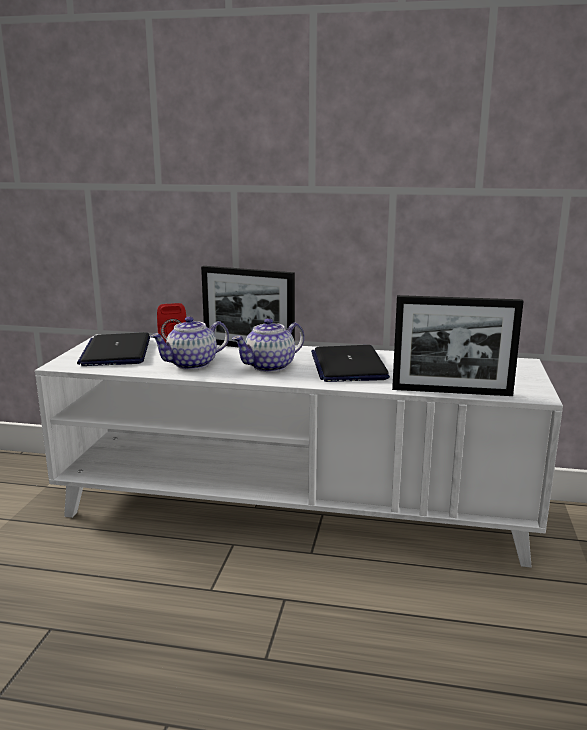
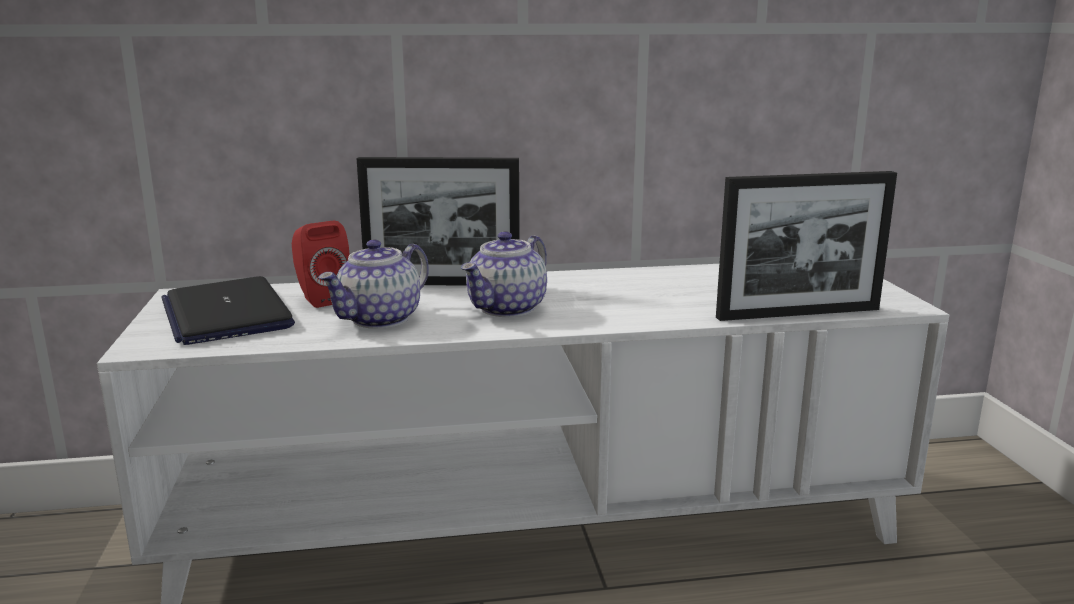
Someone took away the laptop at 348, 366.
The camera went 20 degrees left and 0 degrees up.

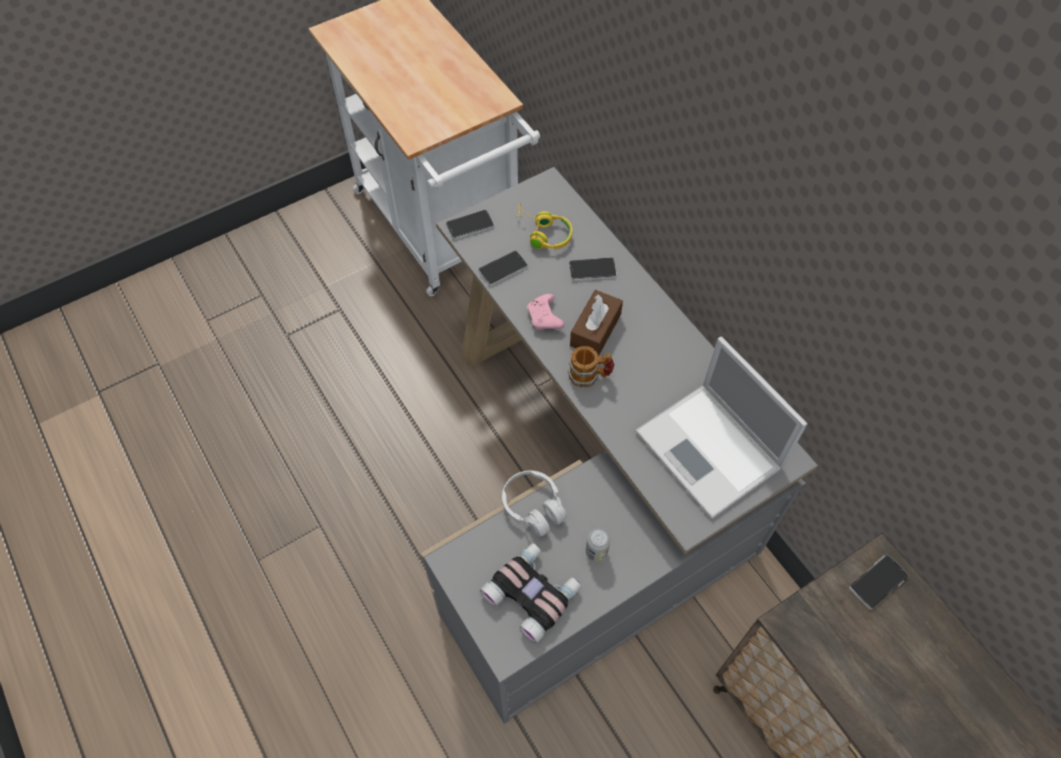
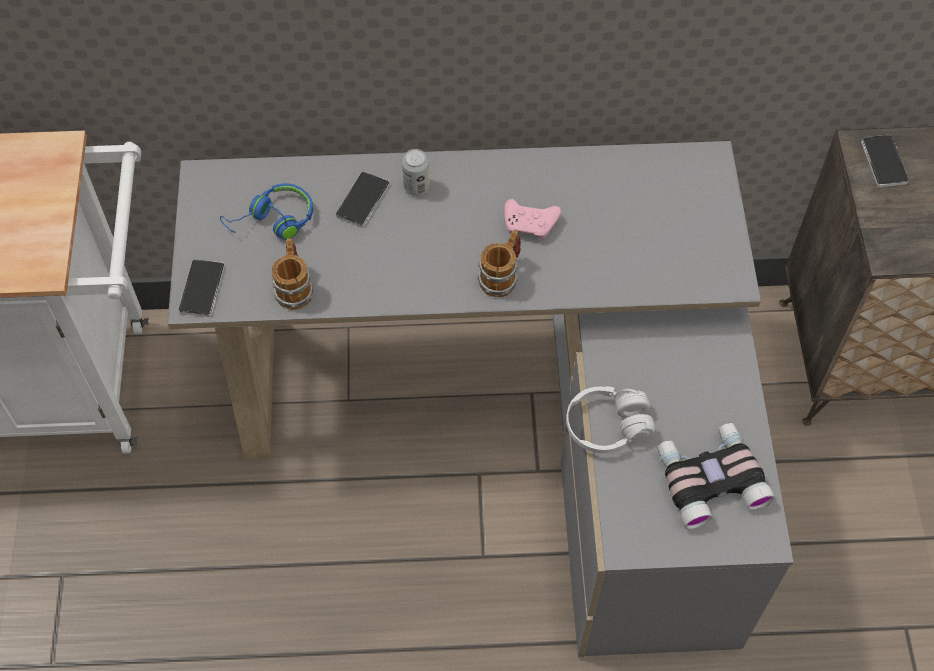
Someone swapped the telephone at 503, 269 for the tea mug at 294, 287.
Someone repainted the yellow headphones at 543, 233, which became the blue headphones at 273, 221.
Someone carried the pink-coloured gamepad from 545, 318 to 531, 224.
Someone took away the brown tissue holder at 595, 330.
Someone carried the sealed can from 596, 552 to 416, 187.
Someone took away the laptop at 711, 451.
The camera went 60 degrees left and 0 degrees up.

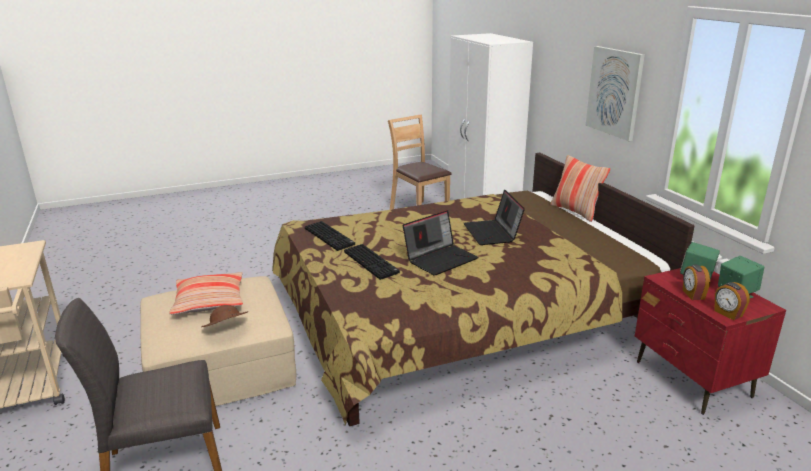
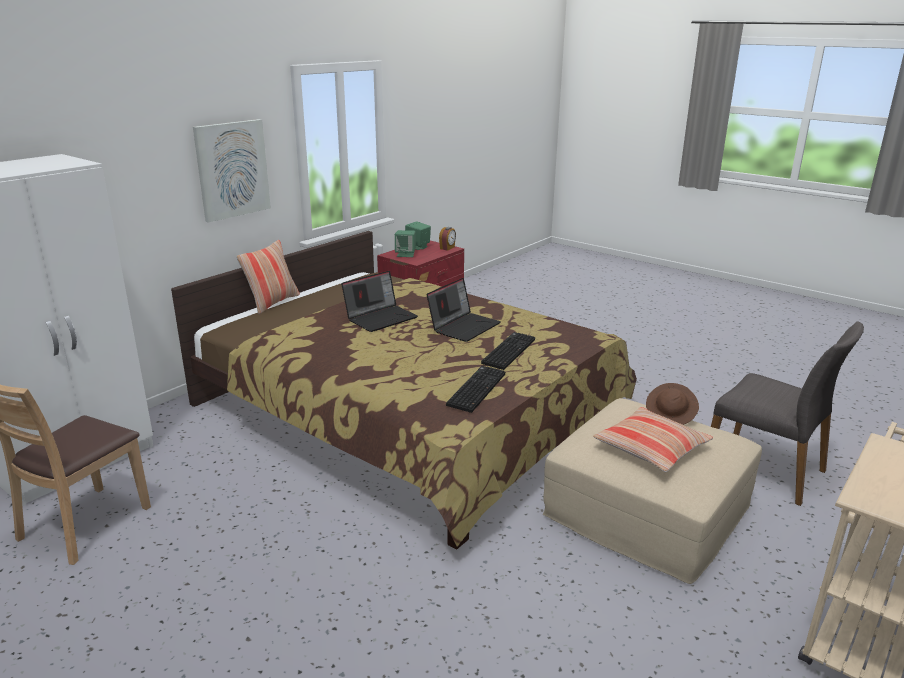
Someone rotated the laptop at 441, 259 by 105 degrees clockwise.
Someone took away the bedside clock at 692, 294.
The camera went 120 degrees left and 0 degrees up.

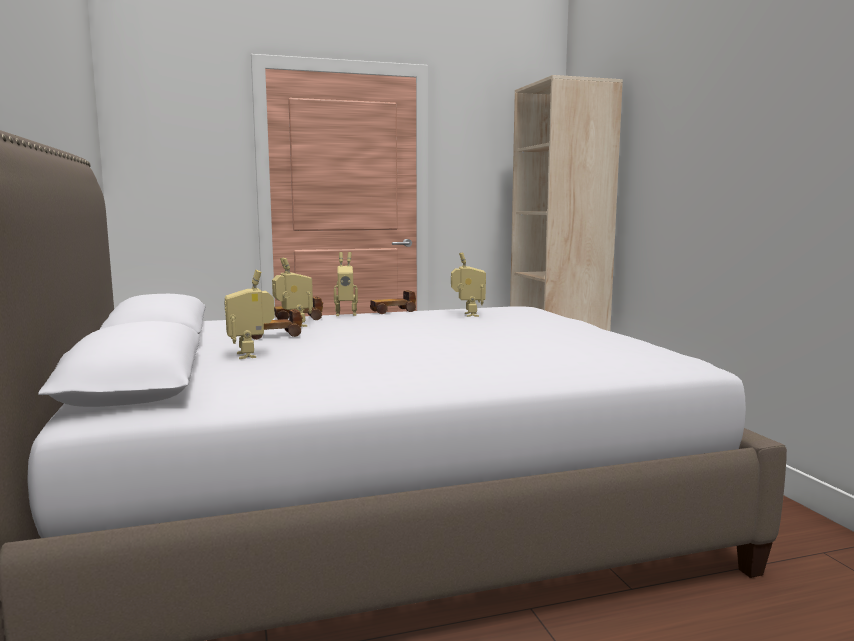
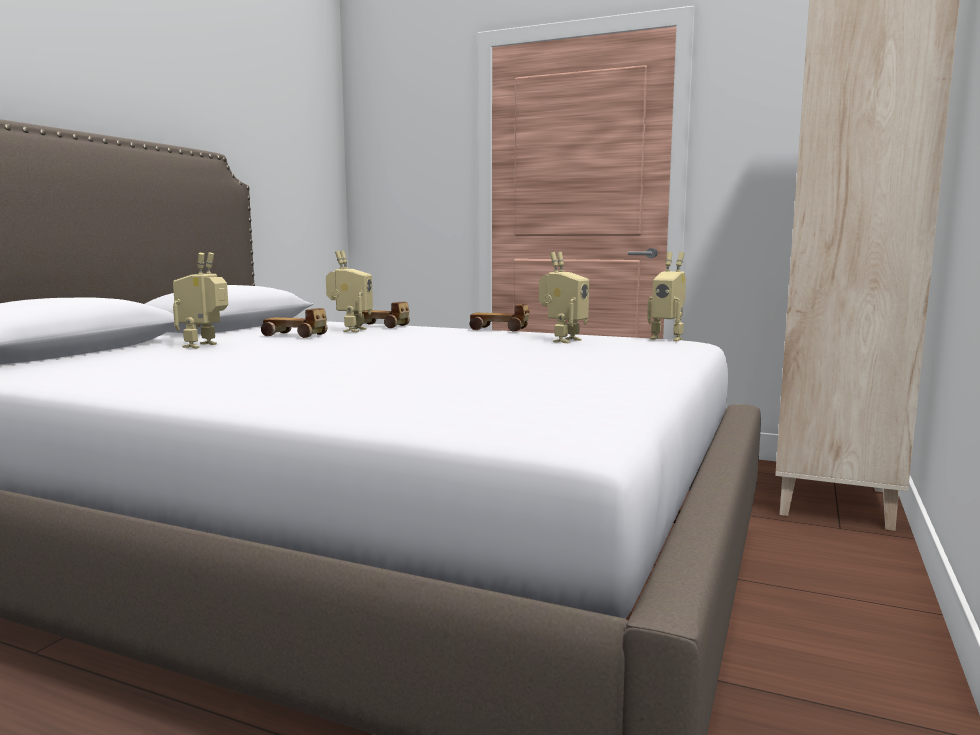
Someone carried the toy robot from 346, 314 to 668, 338.
The camera went 40 degrees right and 0 degrees up.

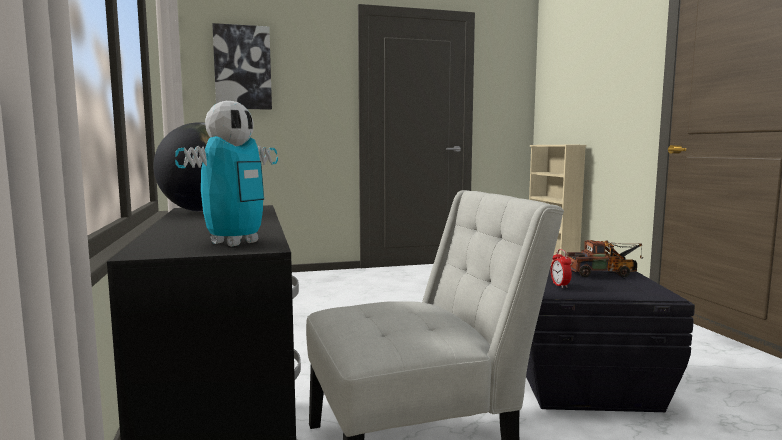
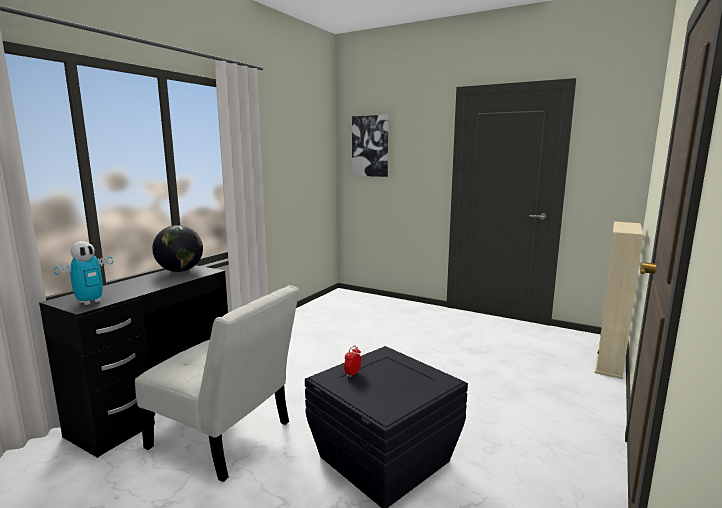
Someone rotated the toy robot at 235, 243 by 45 degrees counterclockwise.
Someone took away the model truck at 605, 273.
The camera went 45 degrees right and 5 degrees up.

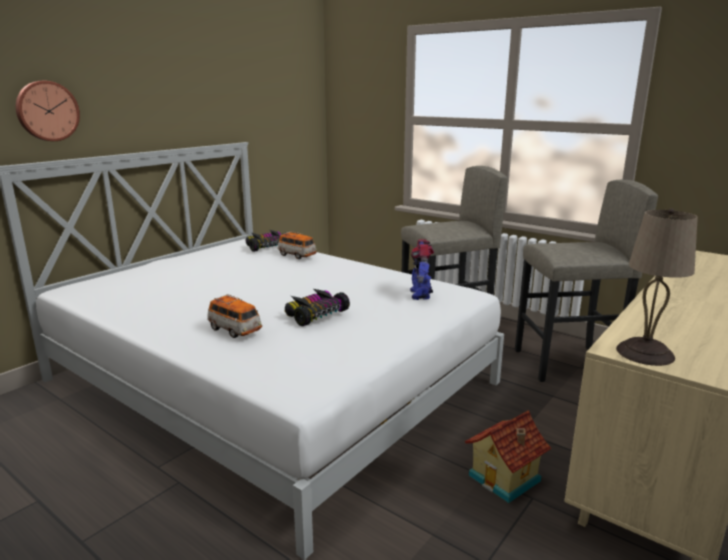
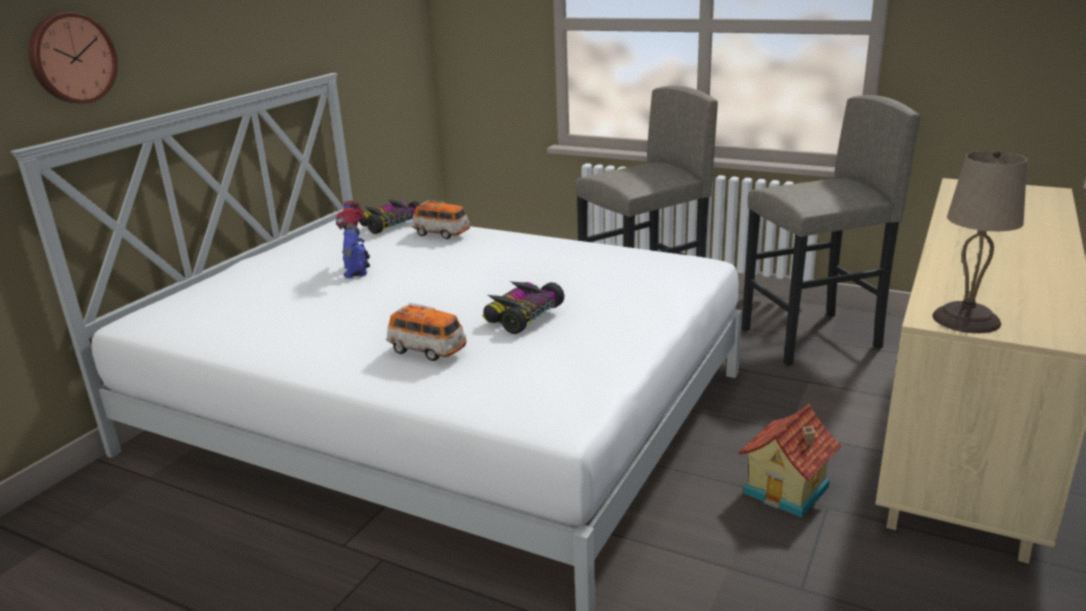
Someone carried the toy robot from 421, 294 to 357, 270.
The camera went 10 degrees left and 5 degrees up.

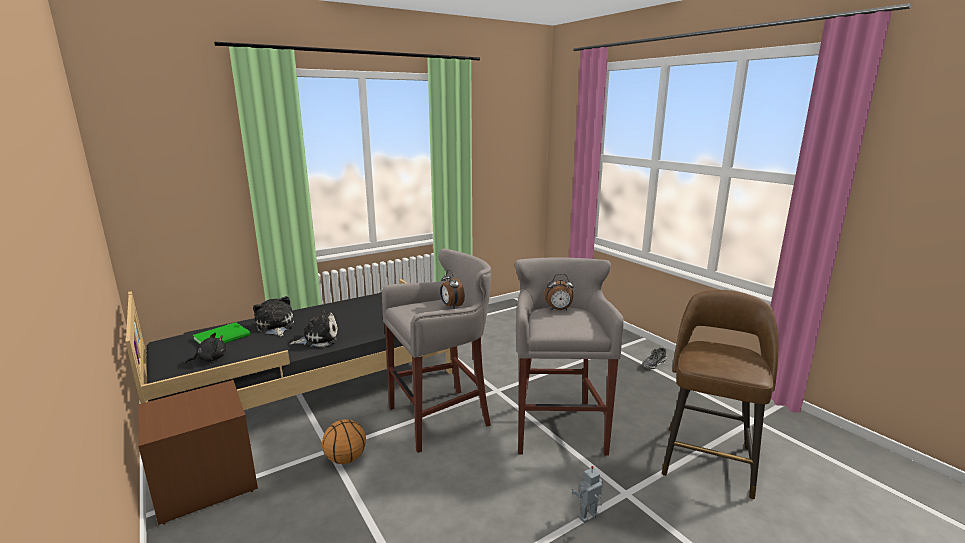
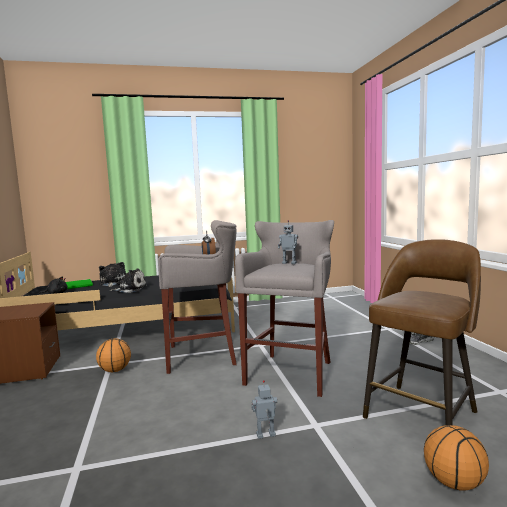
Someone swapped the bedside clock at 558, 310 for the toy robot at 289, 263.
Someone put down the ball for basketball at 454, 483.
The camera went 20 degrees right and 10 degrees down.

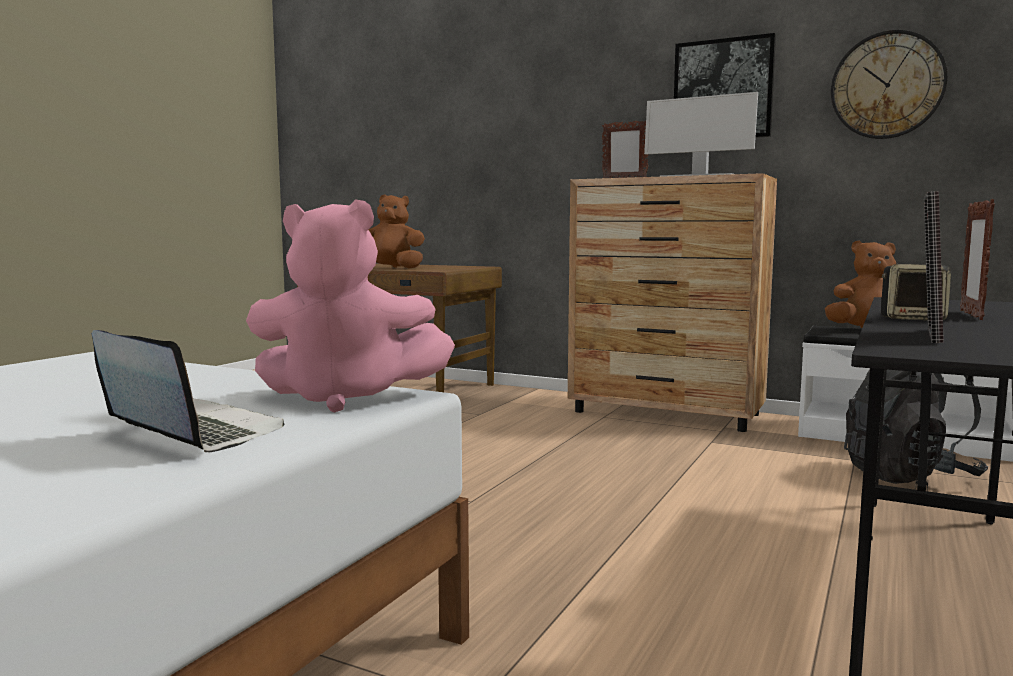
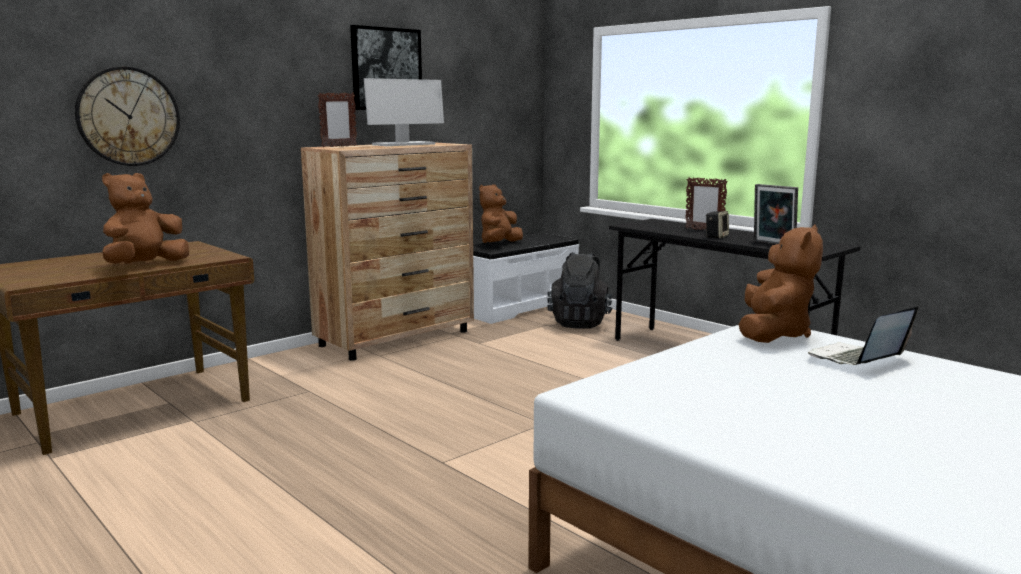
Someone repainted the pink-coloured plush toy at 346, 398, which became the brown plush toy at 773, 334.
Someone carried the clock on the wall from 887, 85 to 128, 116.
The camera went 70 degrees left and 5 degrees up.

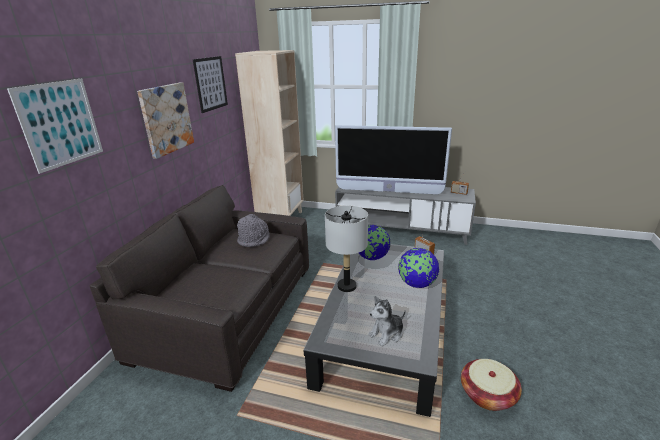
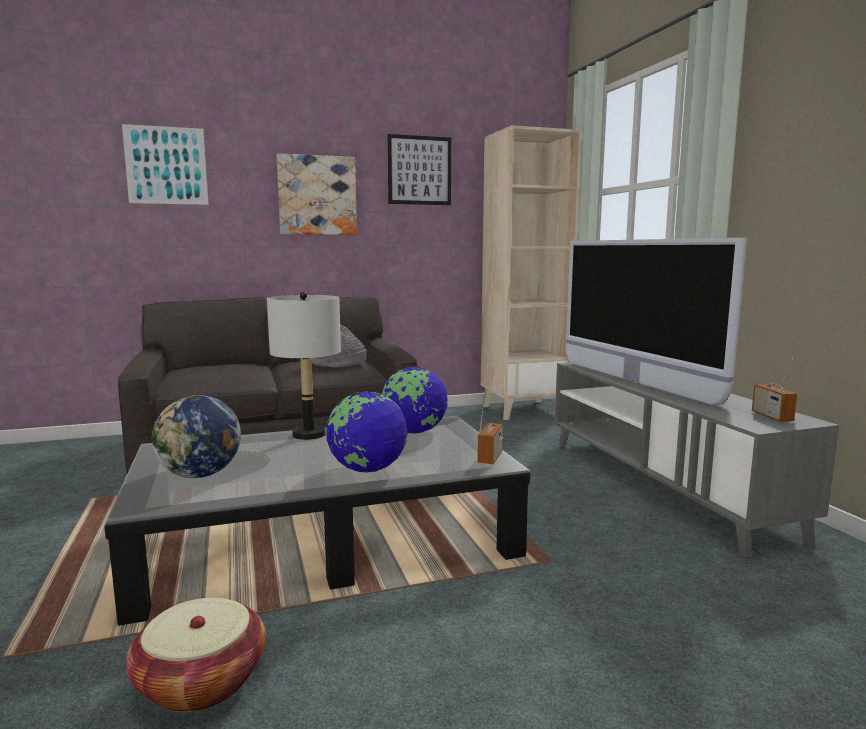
Someone swapped the plush toy at 387, 334 for the desk globe at 200, 475.
The camera went 55 degrees right and 15 degrees down.

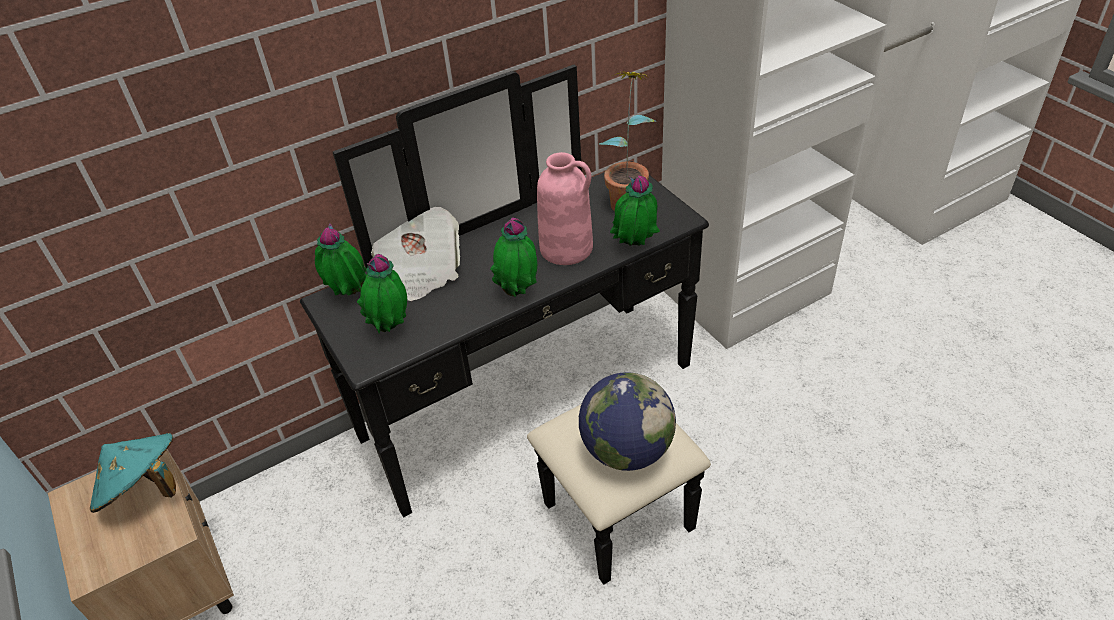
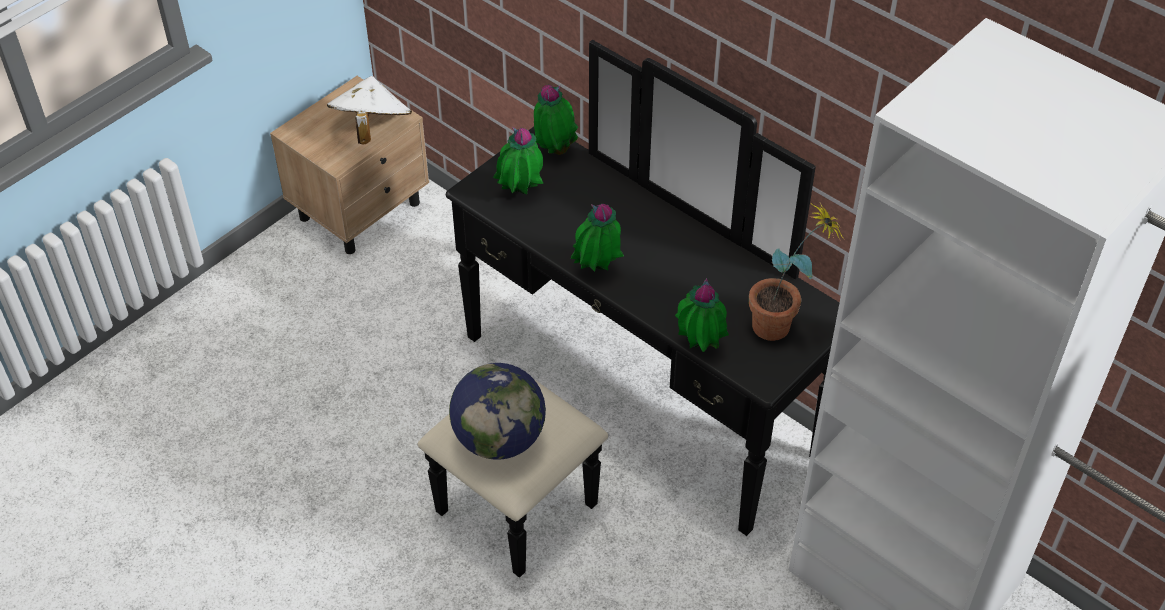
Someone repainted the turquoise hat at 145, 491, which became the white hat at 371, 128.
Someone took away the daily paper at 421, 268.
Someone took away the pink-coloured flower vase at 567, 248.
The camera went 70 degrees right and 5 degrees up.

